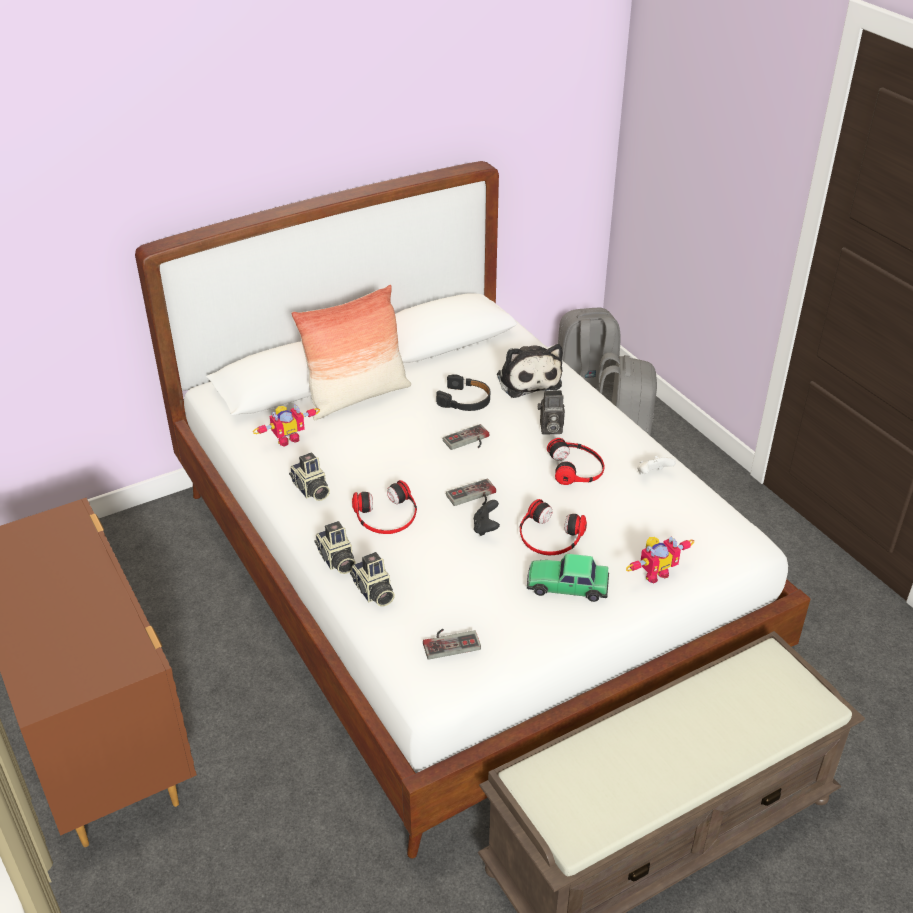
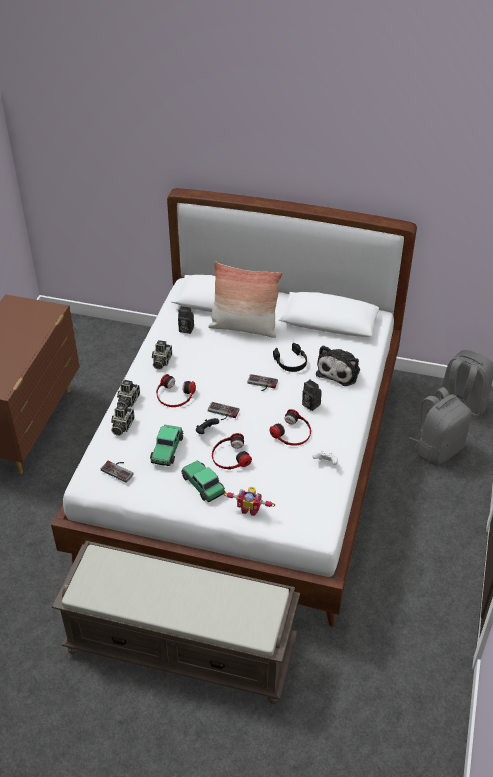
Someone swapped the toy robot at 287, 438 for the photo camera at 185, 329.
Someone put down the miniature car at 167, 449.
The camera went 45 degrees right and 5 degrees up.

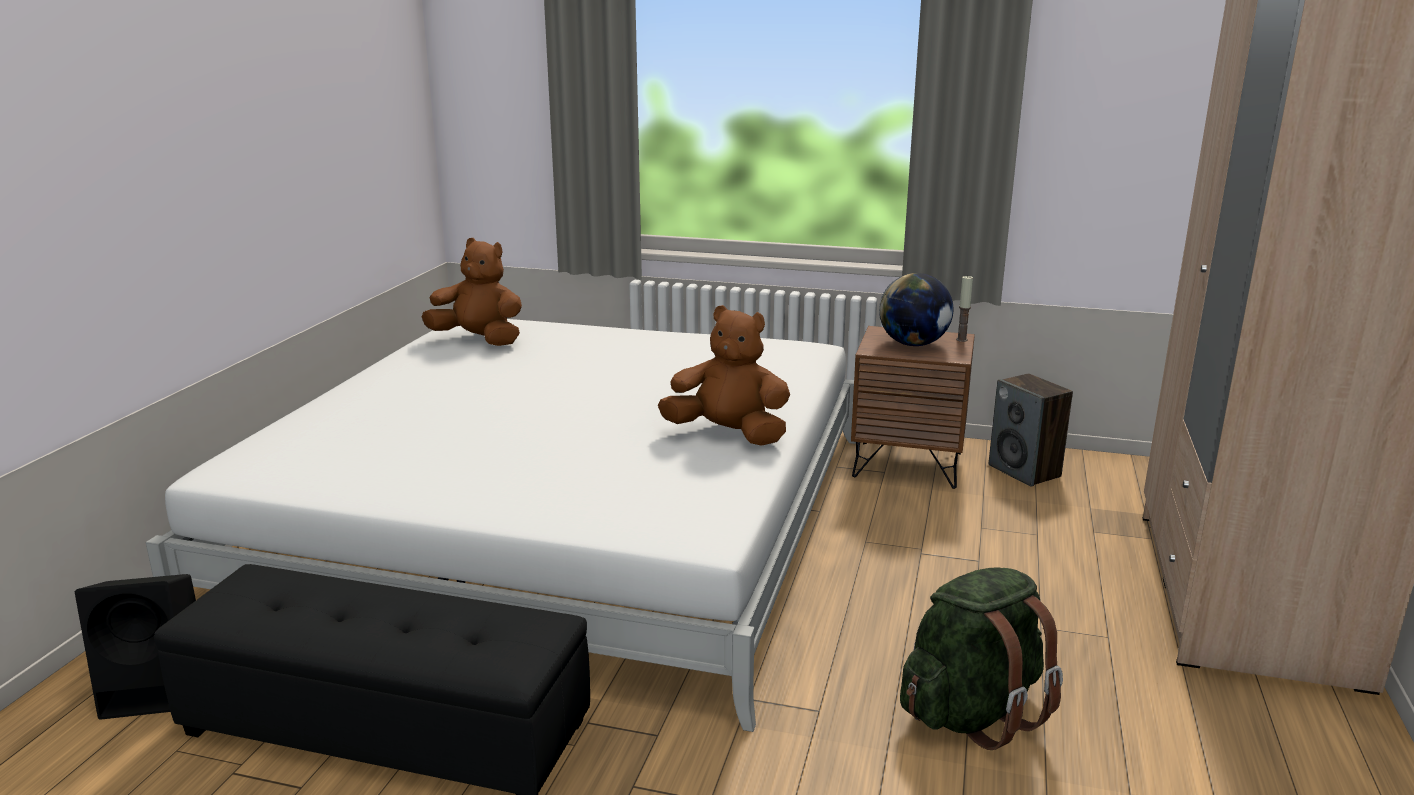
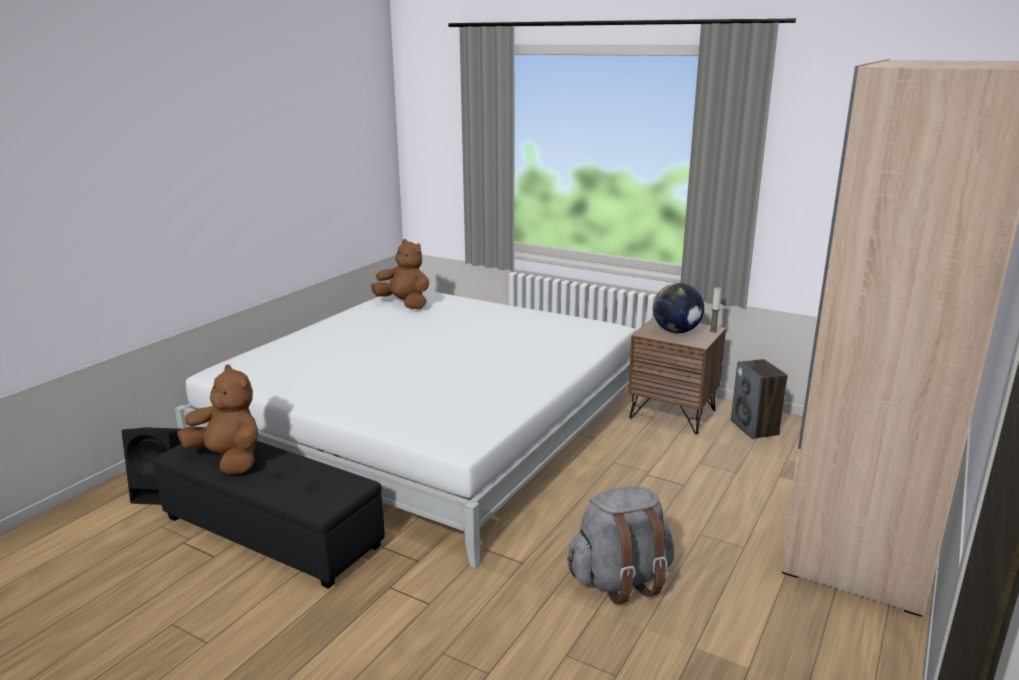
Someone carried the brown plush toy from 728, 434 to 229, 459.
Someone repainted the greenish knapsack at 972, 713, which became the gray knapsack at 620, 580.
The camera went 15 degrees right and 0 degrees up.

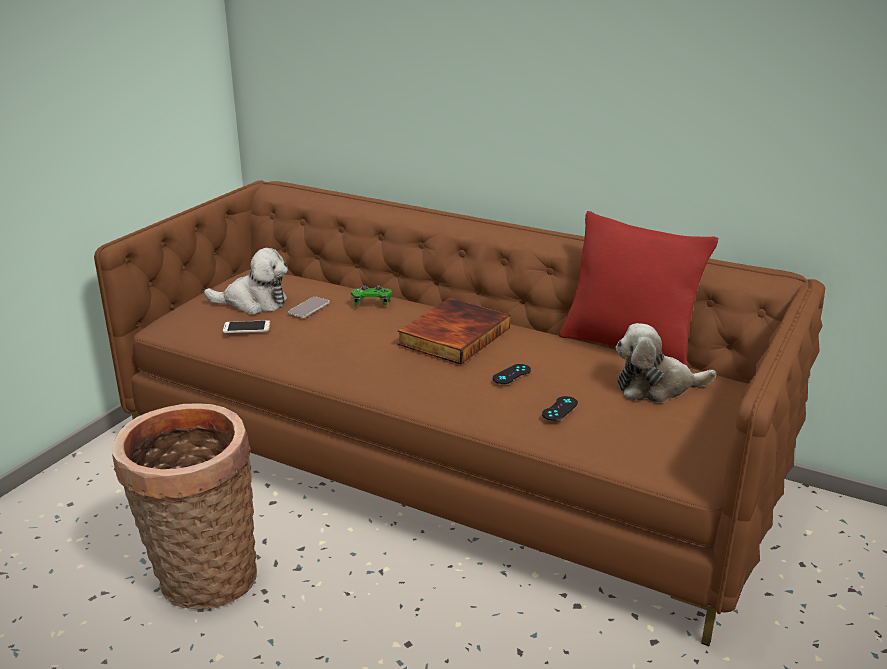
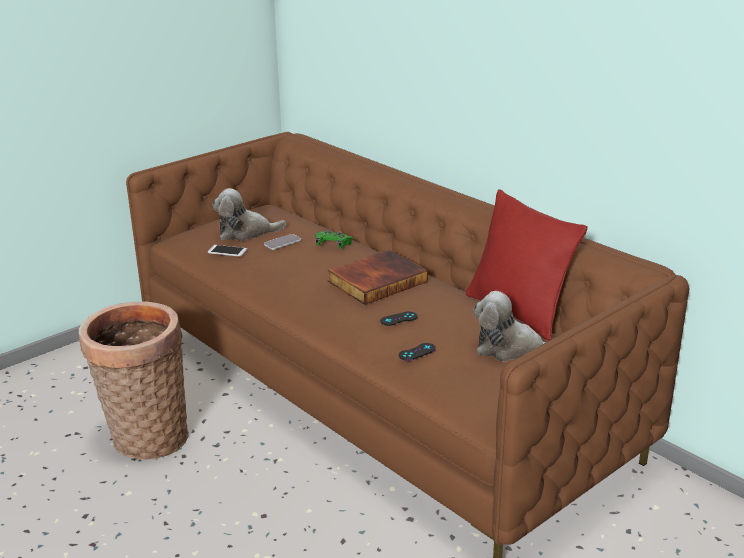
Someone rotated the plush toy at 254, 303 by 150 degrees clockwise.
The camera went 20 degrees right and 0 degrees up.

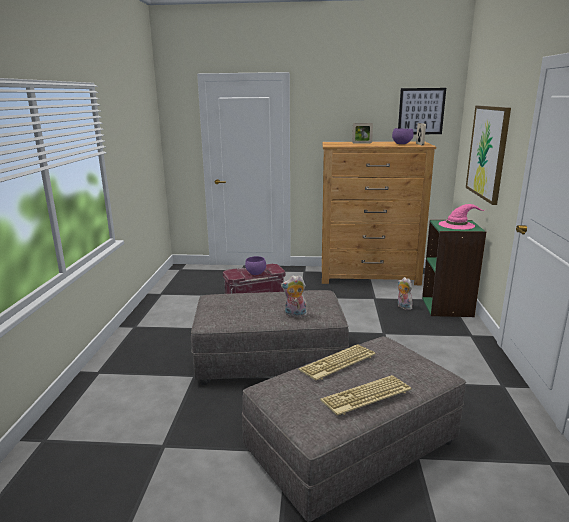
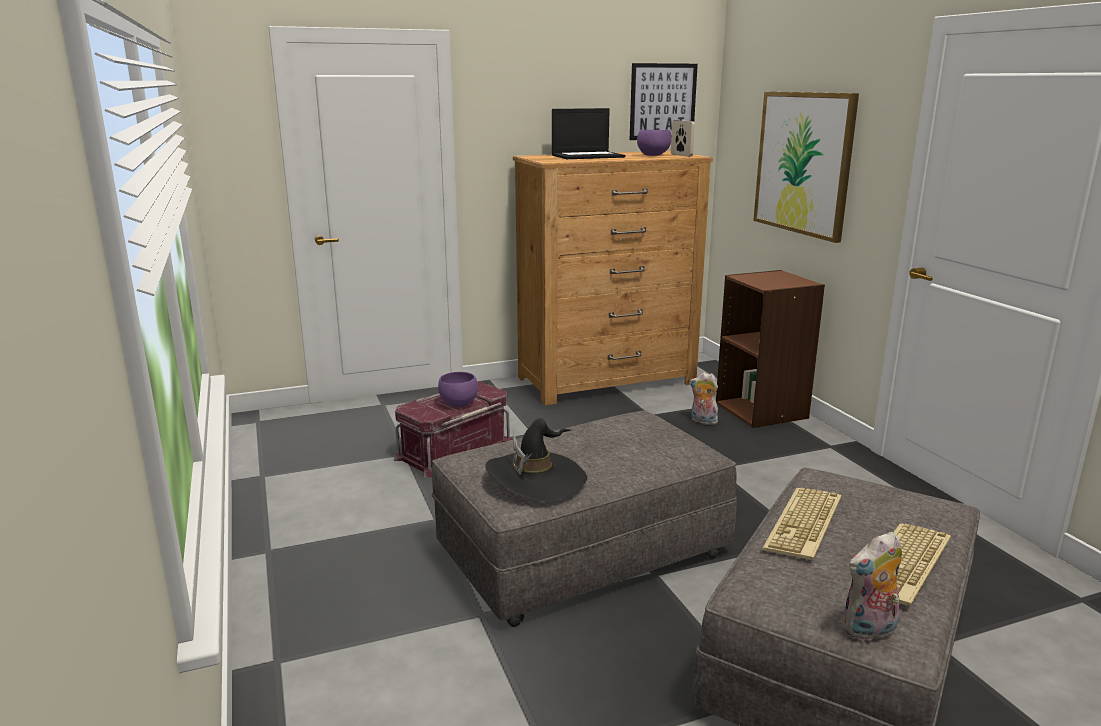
Someone carried the plush toy from 295, 315 to 869, 631.
Someone swapped the photo frame at 362, 143 for the laptop at 588, 156.
Someone repainted the greenish shelving unit at 447, 307, which became the brown shelving unit at 762, 410.
Someone took away the pink-coloured hat at 457, 225.
Someone put down the black hat at 536, 478.
The camera went 25 degrees left and 0 degrees up.

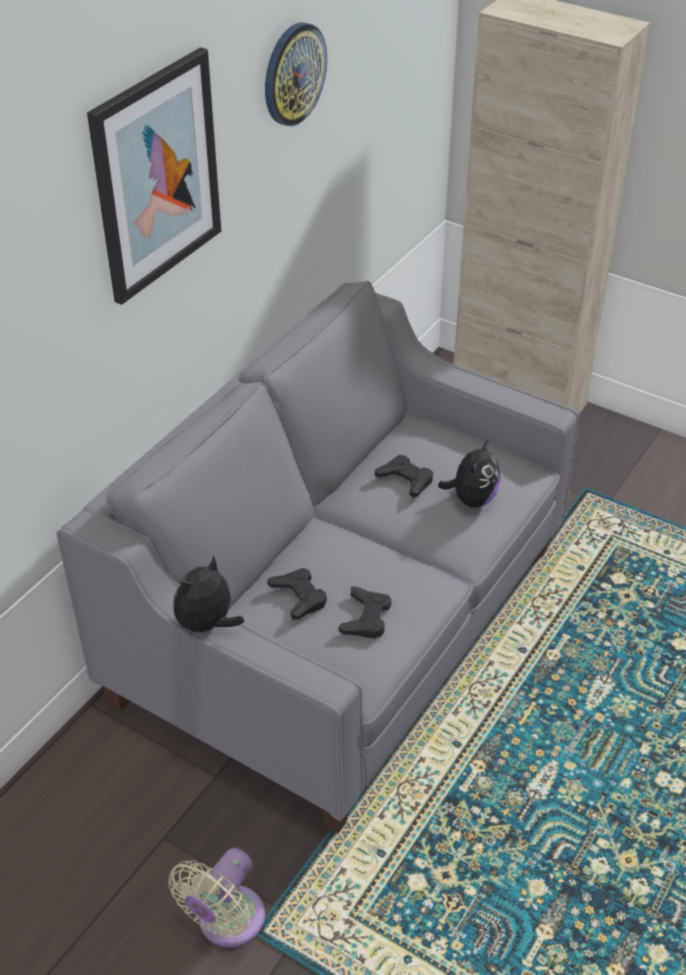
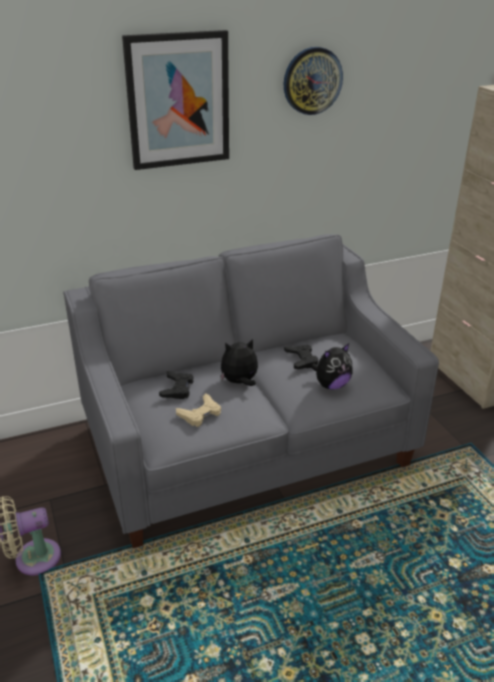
Someone carried the plush toy from 207, 625 to 239, 382.
Someone repainted the black gamepad at 366, 618, which became the sand-coloured gamepad at 200, 414.
The camera went 35 degrees right and 10 degrees down.

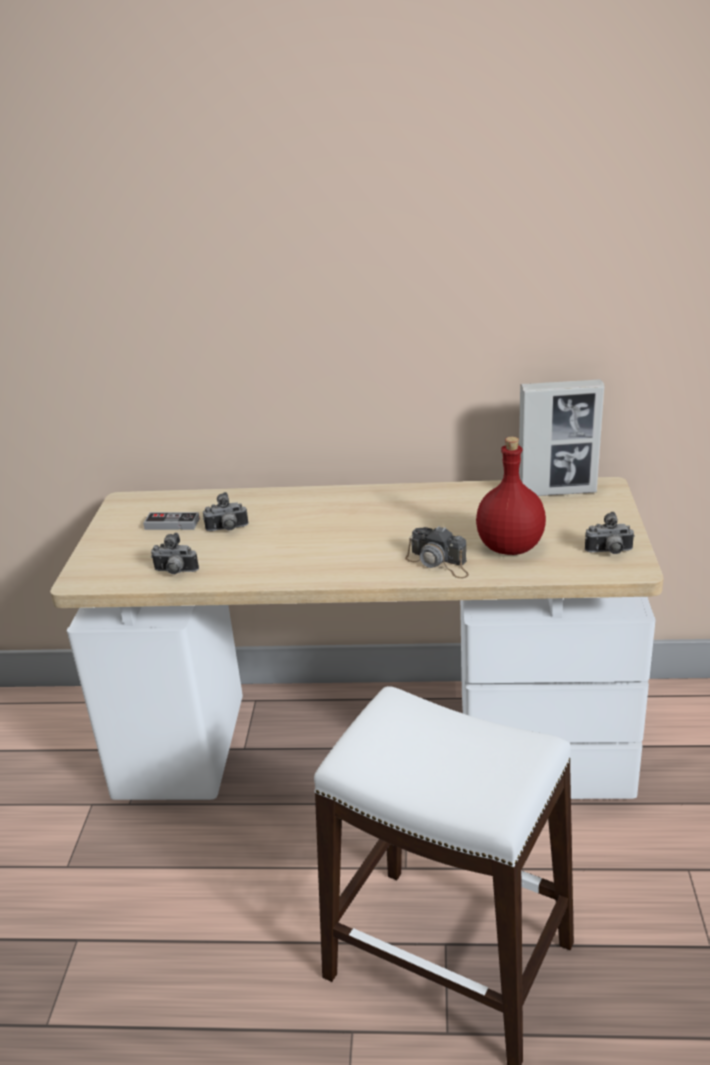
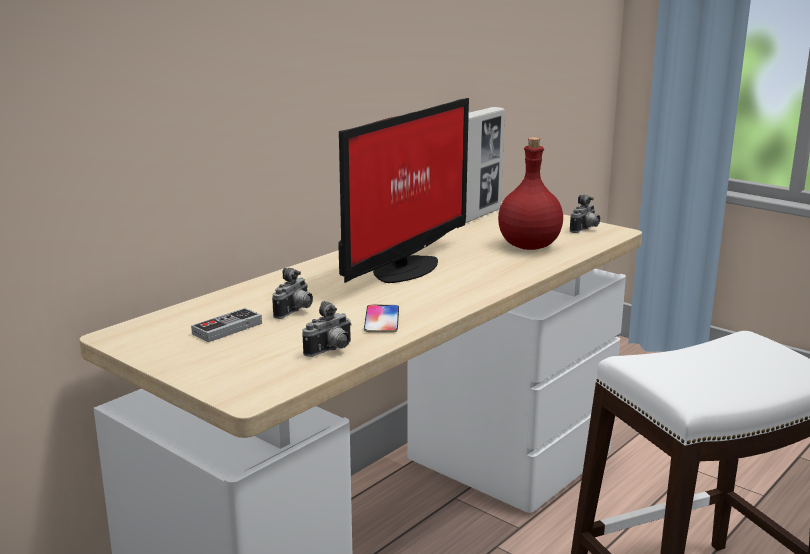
Someone took away the photo camera at 439, 563.
Someone put down the computer display at 402, 269.
Someone put down the telephone at 381, 320.
The camera went 55 degrees left and 10 degrees down.

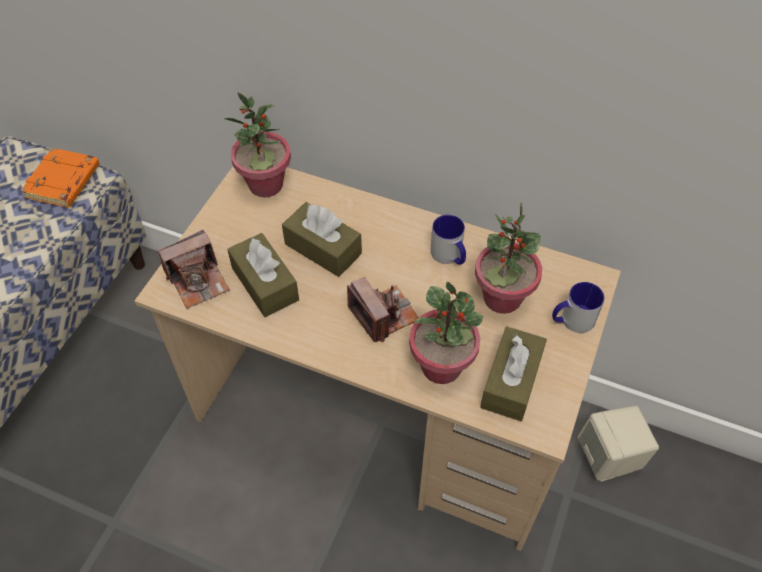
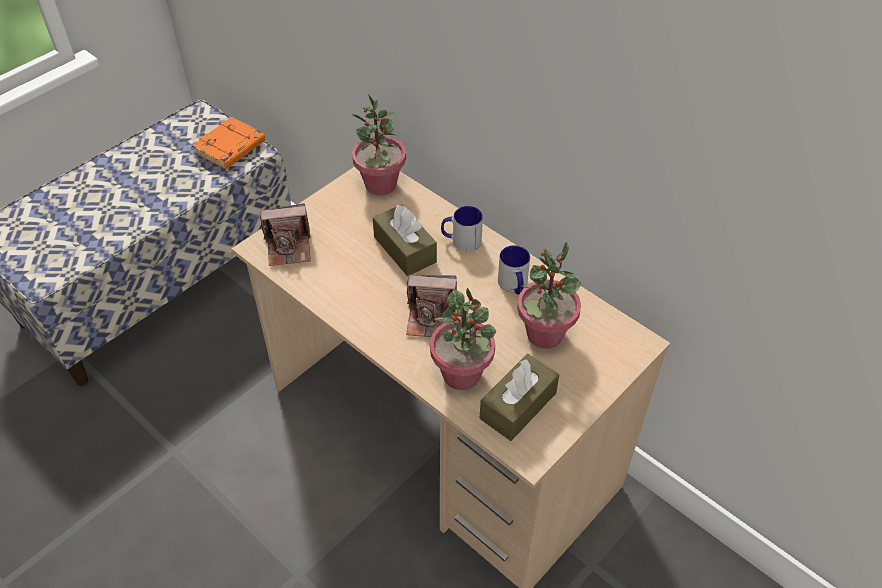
Someone took away the brown tissue holder at 265, 284.
Someone rotated the photo camera at 383, 315 by 105 degrees clockwise.
Someone carried the tea mug from 571, 320 to 461, 240.
Someone took away the sand-coloured loudspeaker at 609, 458.
The camera went 20 degrees right and 5 degrees down.

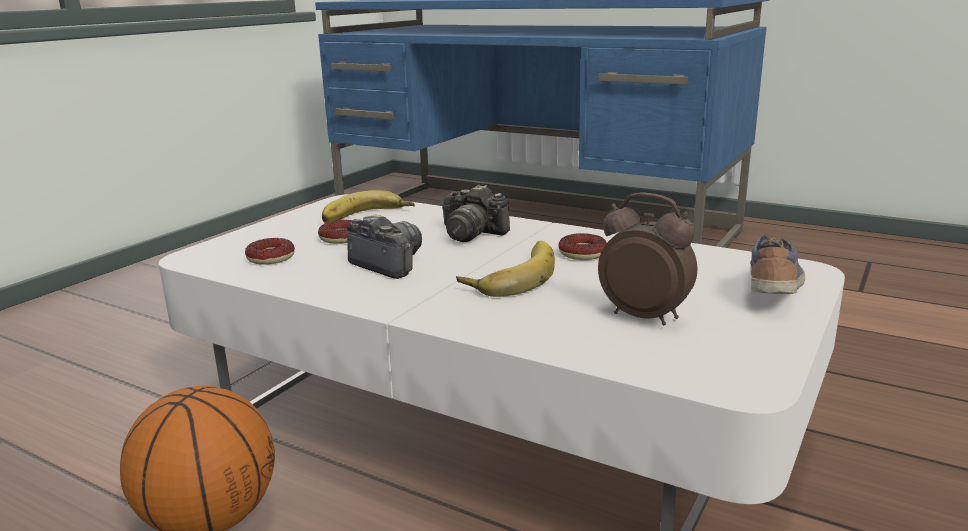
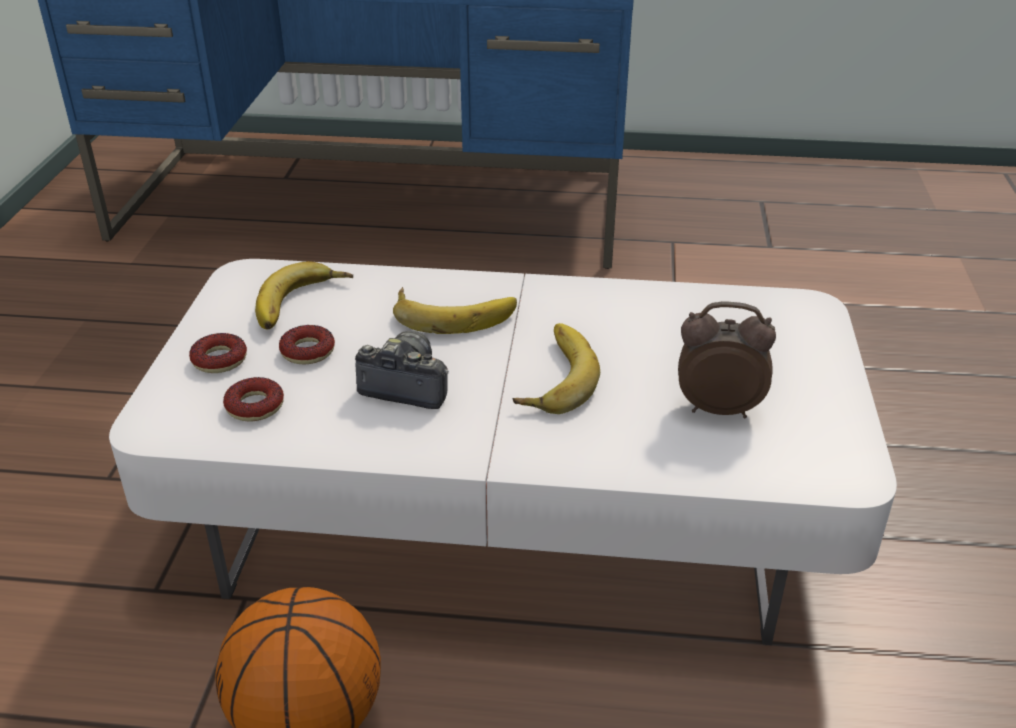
Someone swapped the photo camera at 471, 234 for the banana fruit at 454, 313.
Someone carried the donut from 582, 253 to 219, 360.
Someone took away the low shoe at 774, 290.
The camera went 25 degrees left and 15 degrees up.

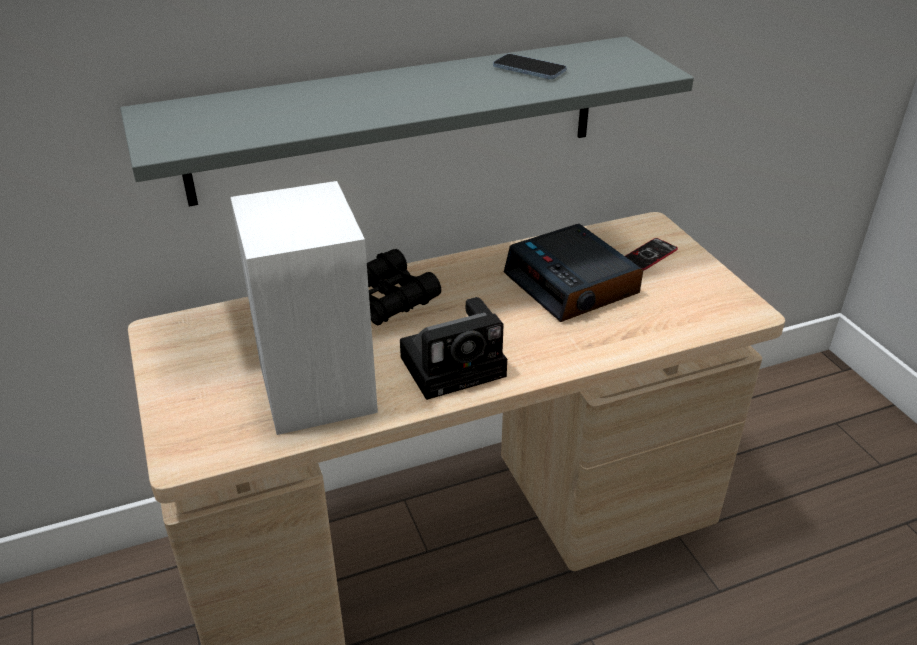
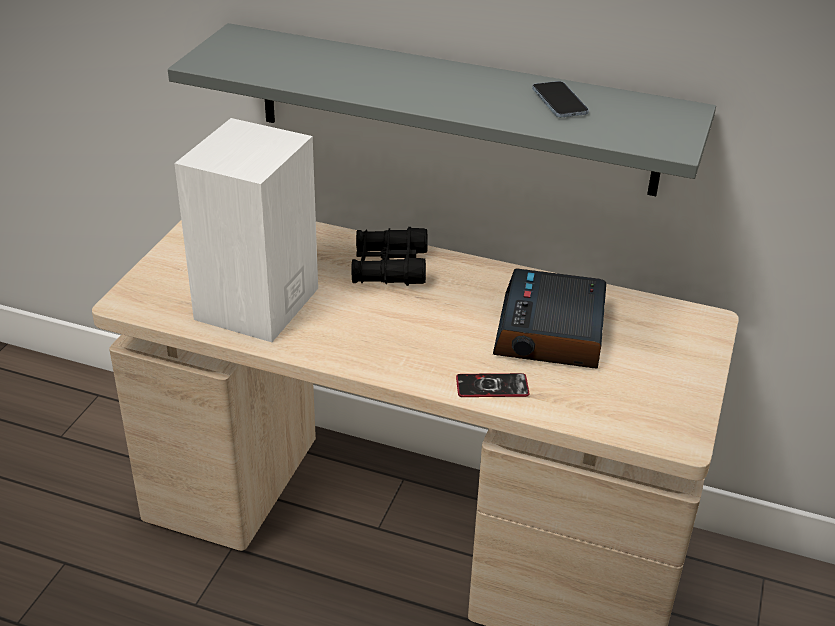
Someone took away the photo camera at 456, 365.
Someone carried the telephone from 649, 255 to 492, 386.
The camera went 40 degrees right and 0 degrees up.

